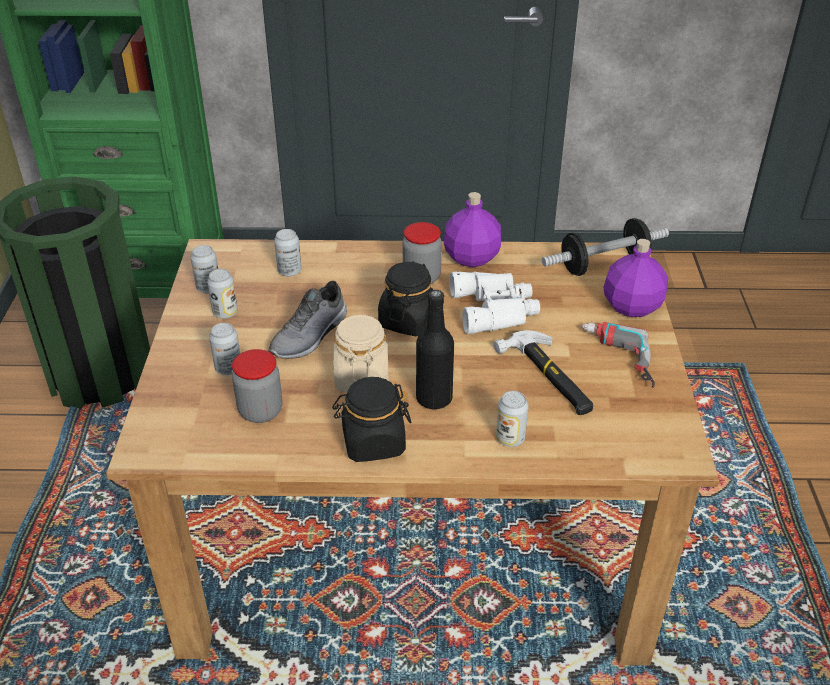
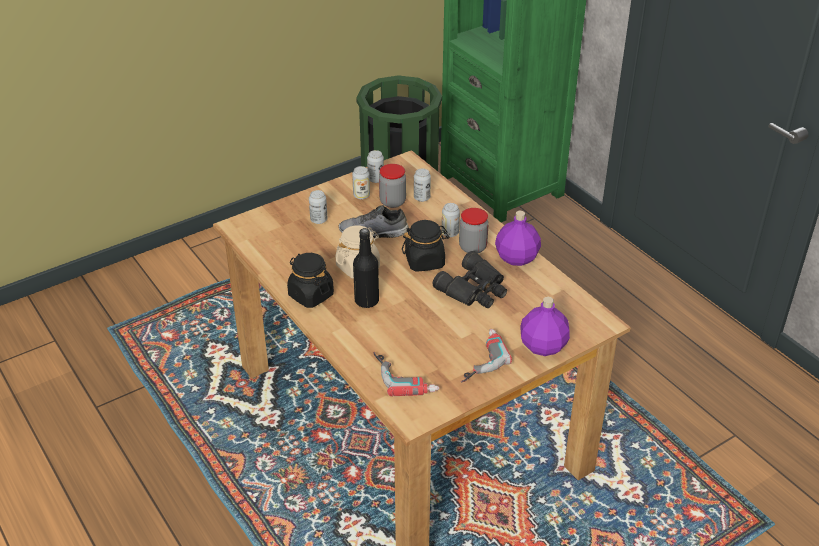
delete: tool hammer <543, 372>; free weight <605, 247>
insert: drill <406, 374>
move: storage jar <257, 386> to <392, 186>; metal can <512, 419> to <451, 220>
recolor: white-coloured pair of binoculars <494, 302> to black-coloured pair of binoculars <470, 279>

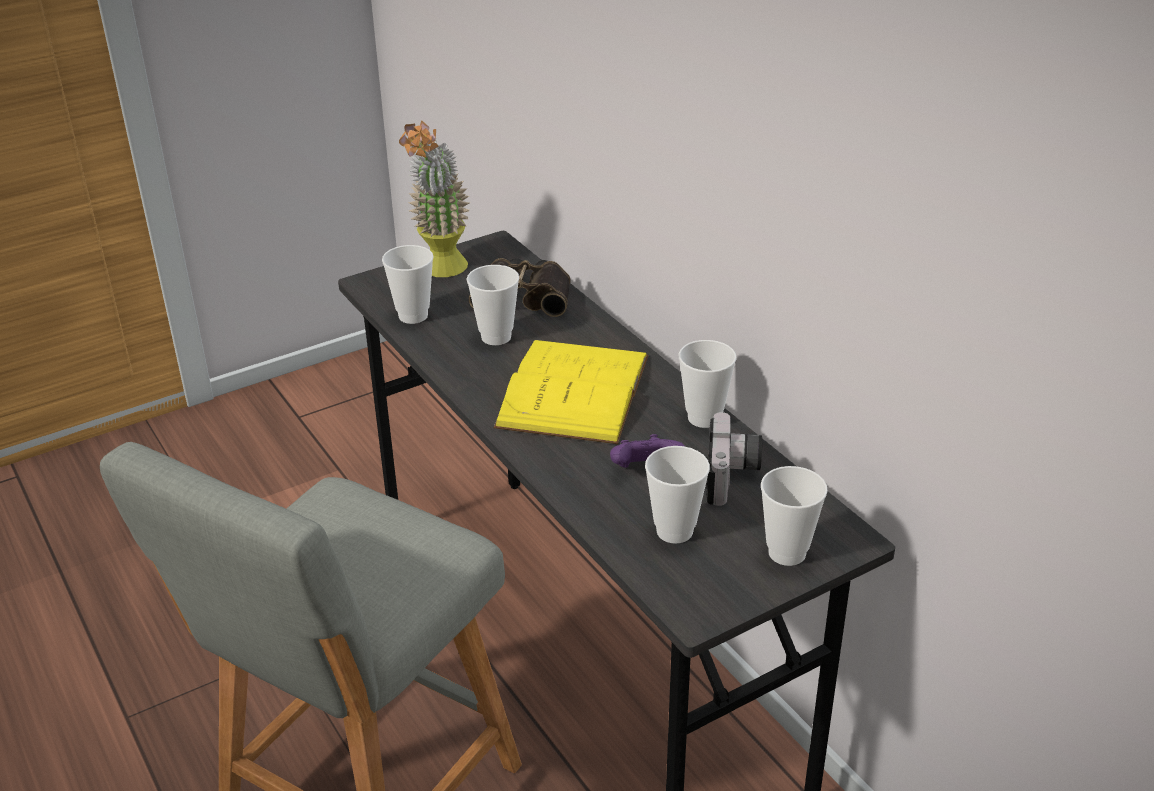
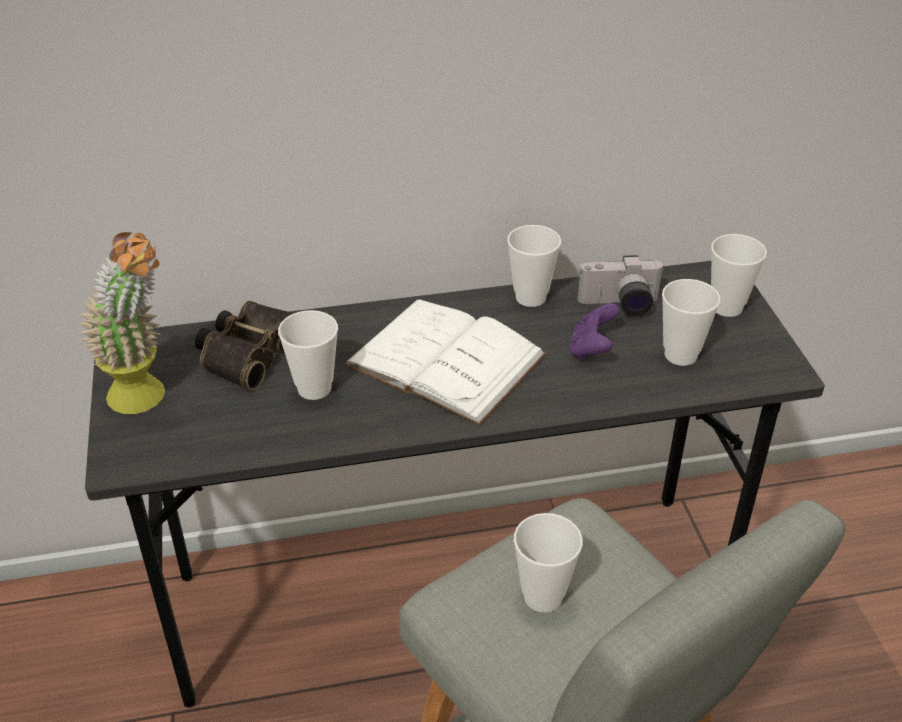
move: small cup <407, 284> to <548, 562>
recolor: yellow-coloured book <571, 392> to white-coloured book <445, 362>
rotate: photo camera <734, 459> = <621, 285> 150 degrees clockwise

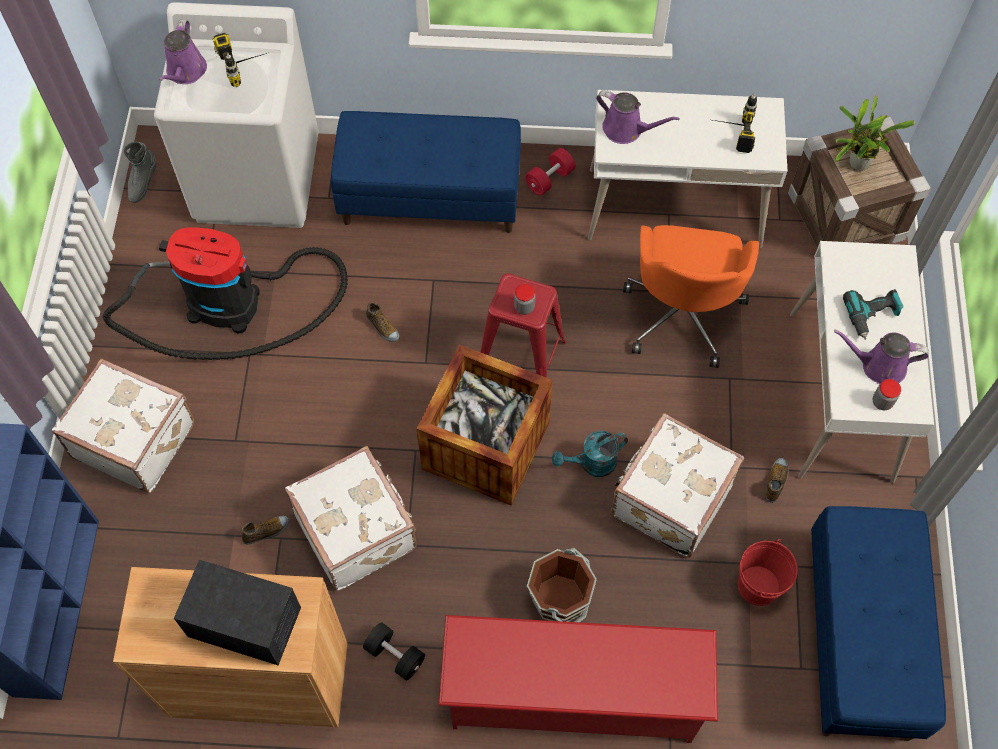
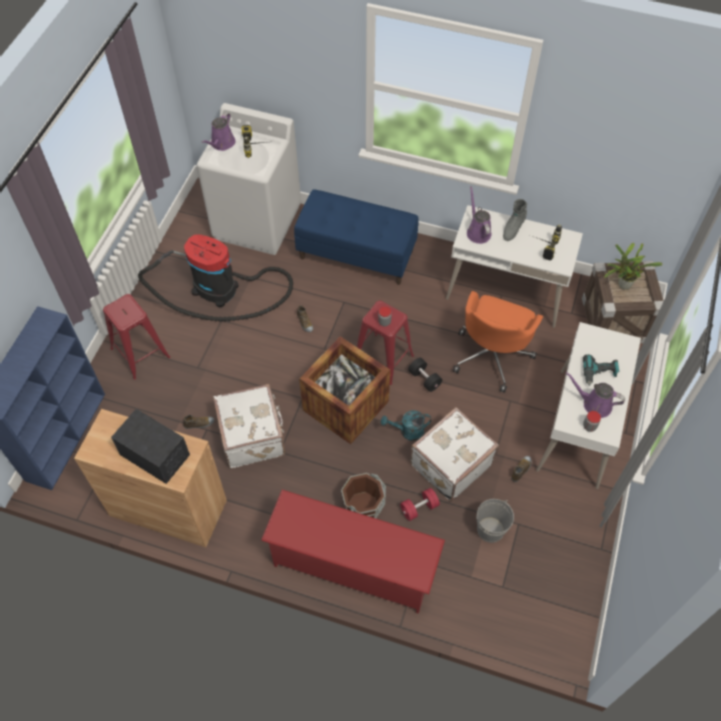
delete: blue indoor bench <878, 623>
move: greyish tall boot <140, 172> to <515, 220>; black-coloured free weight <394, 651> to <425, 375>; red free weight <550, 172> to <420, 504>
replace: white-coloured piece of luggage <123, 425> to red stool <136, 336>
recolor: red pail <768, 572> to greyish pail <495, 521>
rotate: purplish watering can <638, 117> = <479, 215> 150 degrees counterclockwise

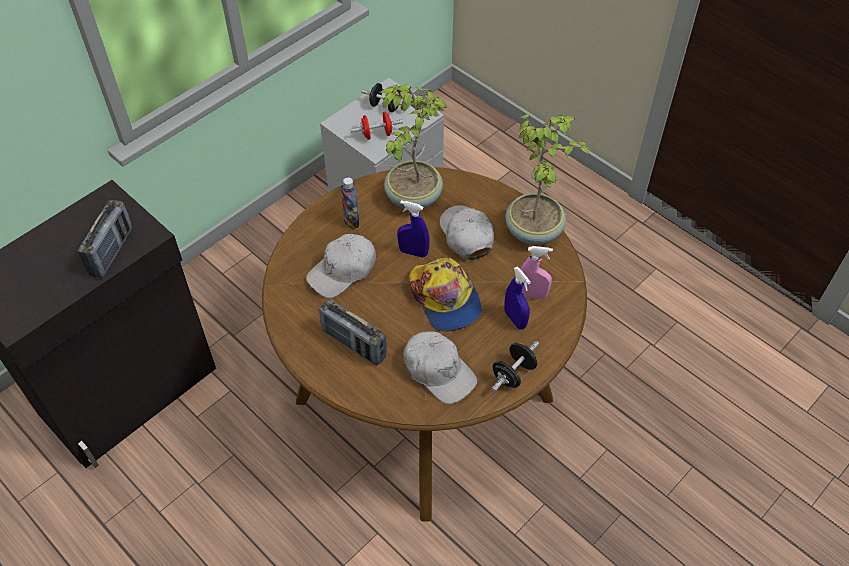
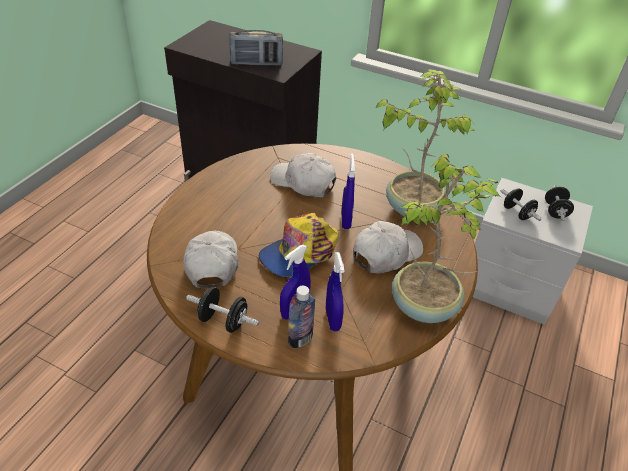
delete: radio <353, 332>
move: beverage bottle <350, 203> to <301, 317>
recolor: red free weight <376, 126> to black-coloured free weight <521, 204>; pink sprayer <536, 272> to blue sprayer <335, 291>
rotate: white-coloured baseball cap <440, 367> = <211, 259> 150 degrees clockwise

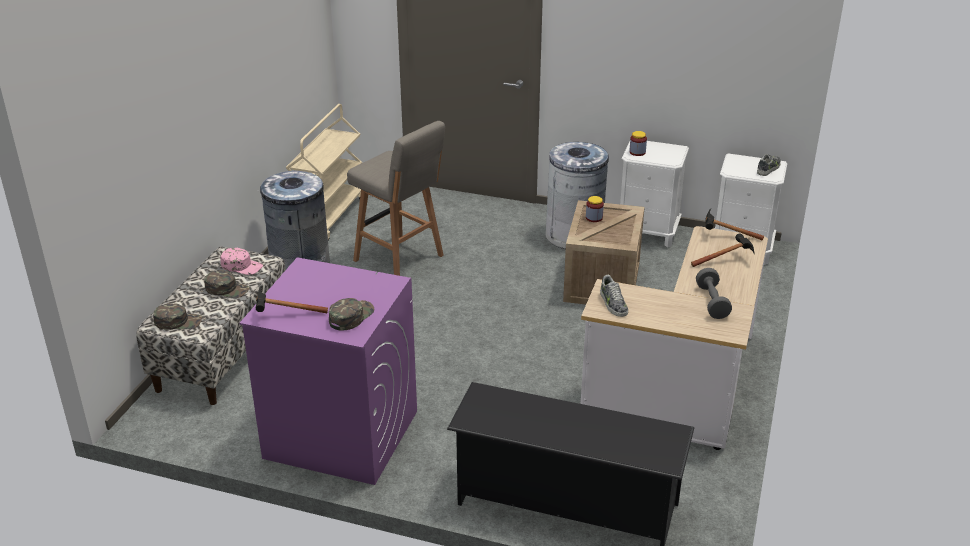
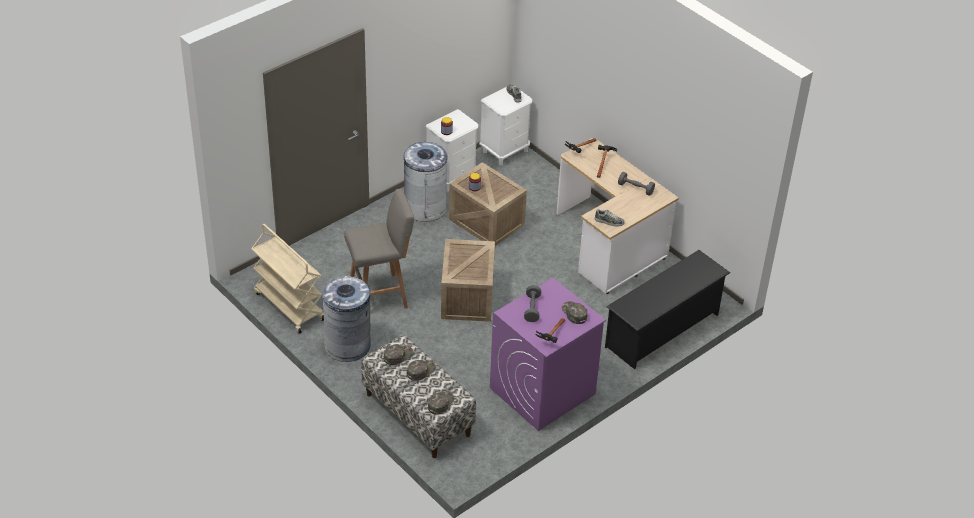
insert: crate <468, 280>; greyish free weight <532, 303>
recolor: pink baseball cap <241, 261> to green-coloured baseball cap <398, 355>

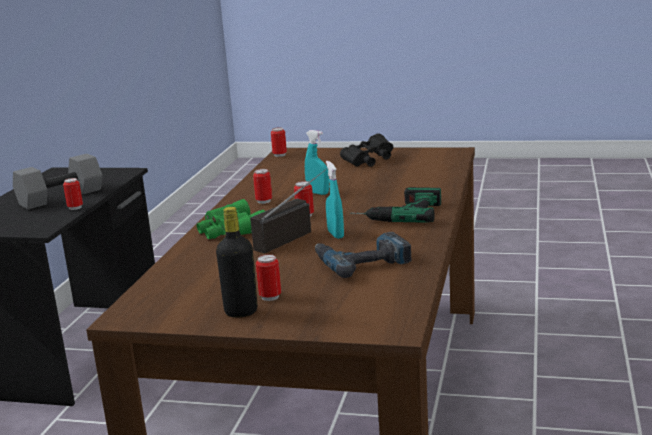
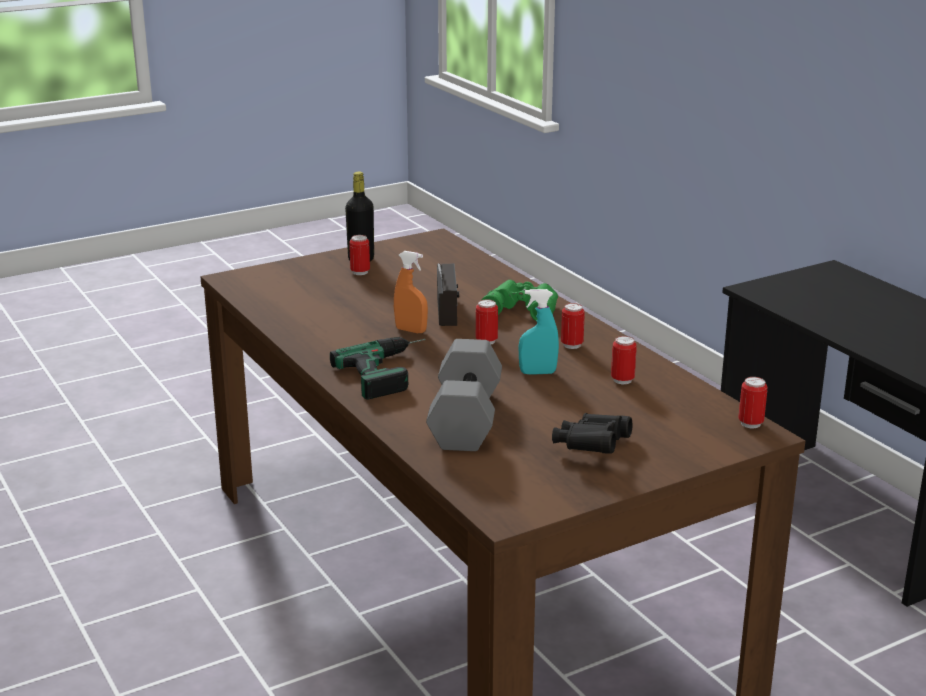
delete: drill <363, 255>
move: greyish free weight <57, 182> to <464, 395>; metal can <73, 194> to <624, 360>
recolor: turquoise-coloured sprayer <335, 200> to orange-coloured sprayer <411, 292>

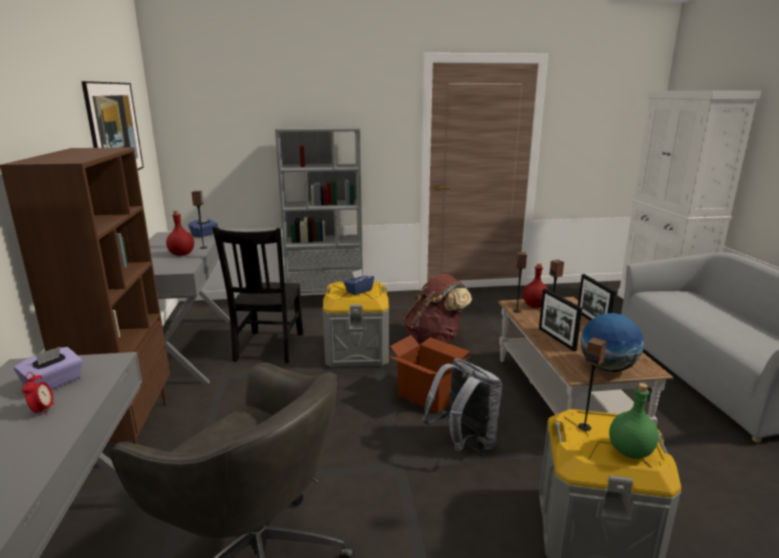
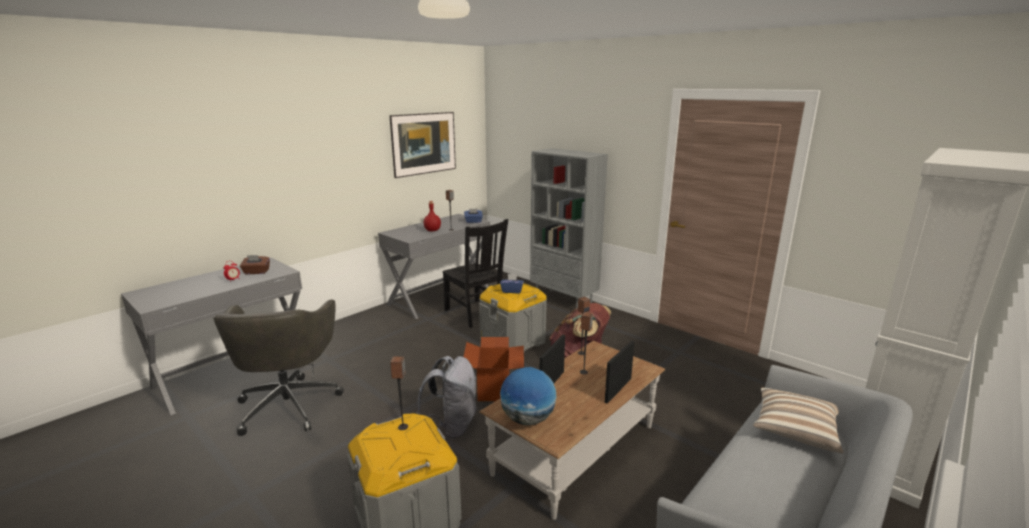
delete: brown-coloured bookshelf <85, 295>; red beverage bottle <535, 285>; green-coloured beverage bottle <634, 421>
insert: throw pillow <798, 420>
recolor: purplish box of tissues <48, 368> to brown-coloured box of tissues <255, 264>
rotate: black-coloured plain chair <258, 295> = <475, 273> 90 degrees counterclockwise

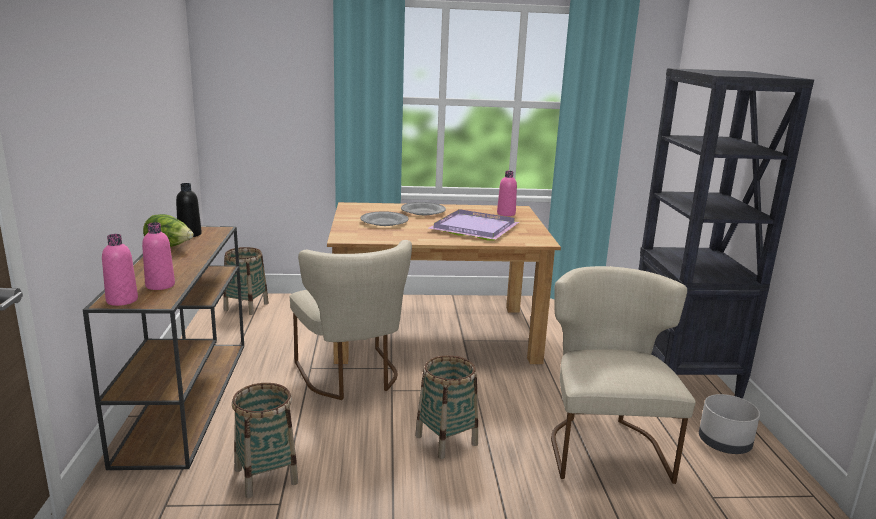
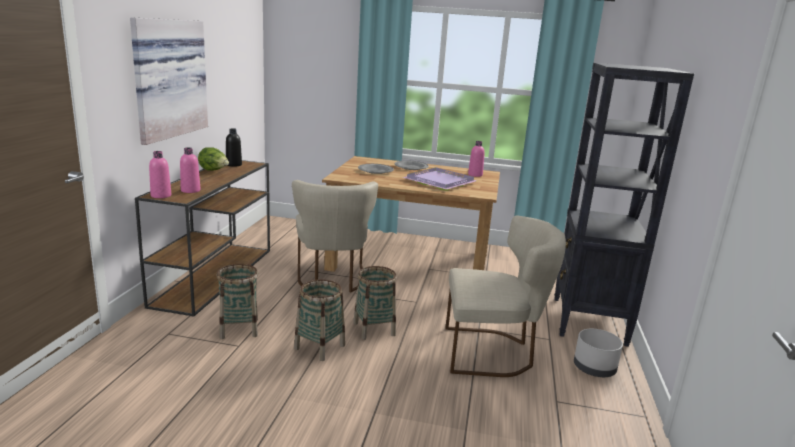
insert: wall art <169, 81>
move: basket <246, 281> to <319, 320>
rotate: sand-coloured plain chair <623, 375> = <506, 296> 75 degrees clockwise

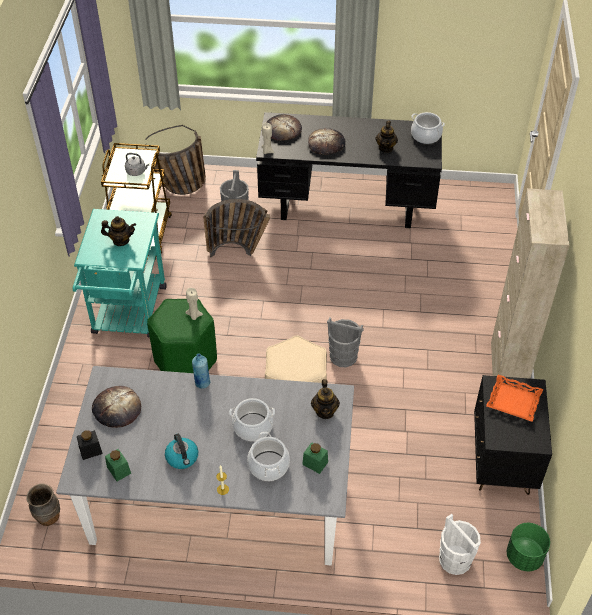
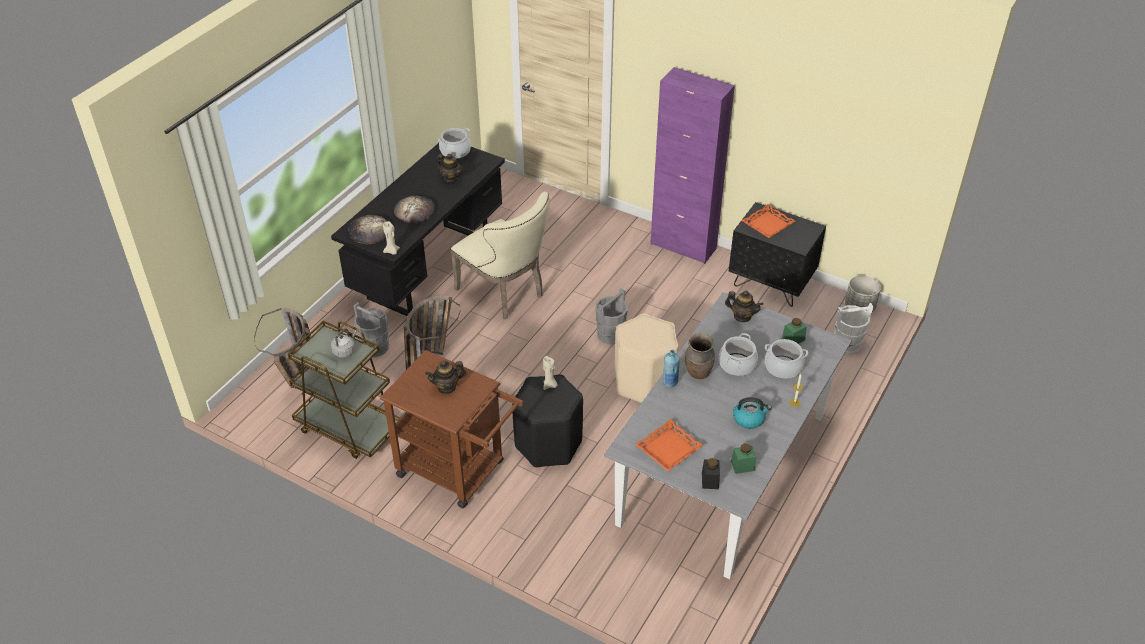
insert: sand-coloured plain chair <500, 255>
move: brown-coloured decorative vase <43, 504> to <700, 355>
replace: bread <116, 407> to orange-coloured serving tray <669, 445>
recolor: turquoise-coloured cart <120, 273> to brown-coloured cart <452, 429>; green-coloured stool <182, 336> to black-coloured stool <547, 420>; sand-coloured cabinet <530, 283> to purplish cabinet <692, 165>; green-coloured flower pot <528, 547> to greyish flower pot <863, 293>
rotate: tea pot <118, 231> = <445, 377> 135 degrees counterclockwise

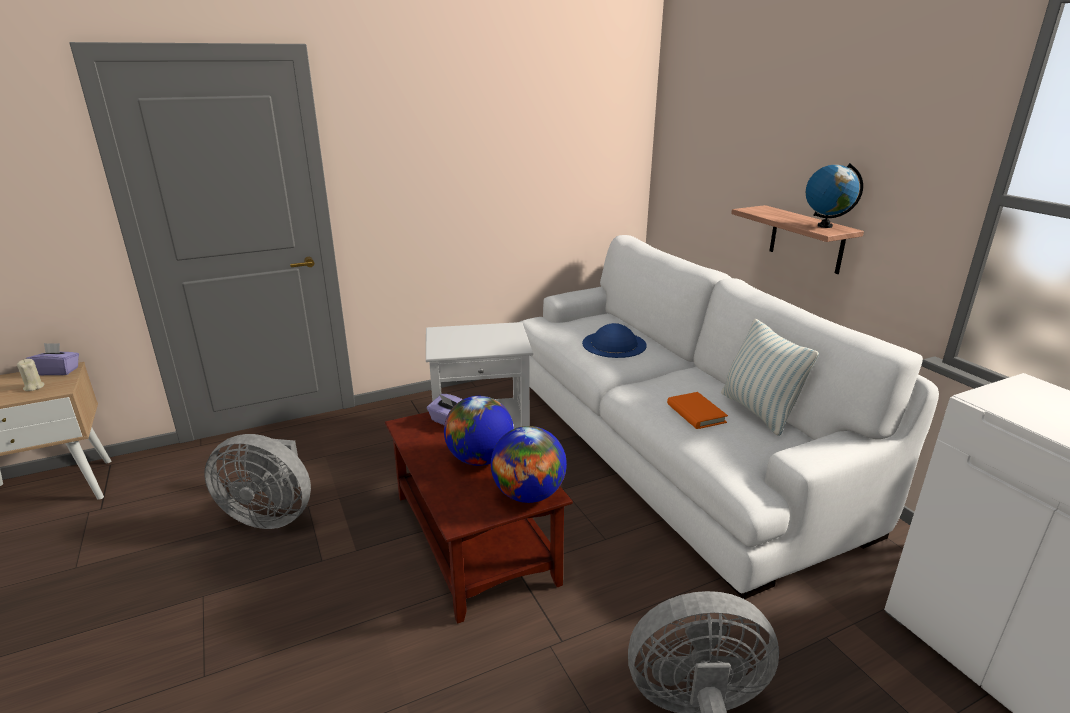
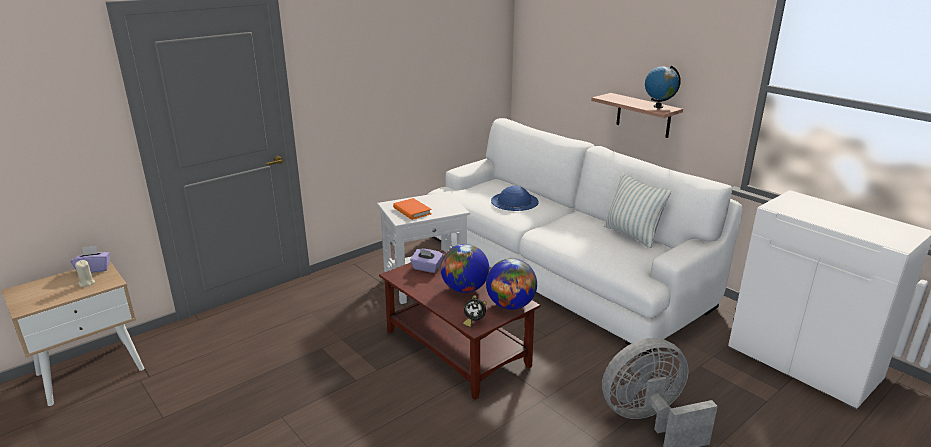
delete: greyish cooling fan <257, 481>
insert: bedside clock <475, 311>
move: orange-coloured book <697, 410> to <412, 209>

